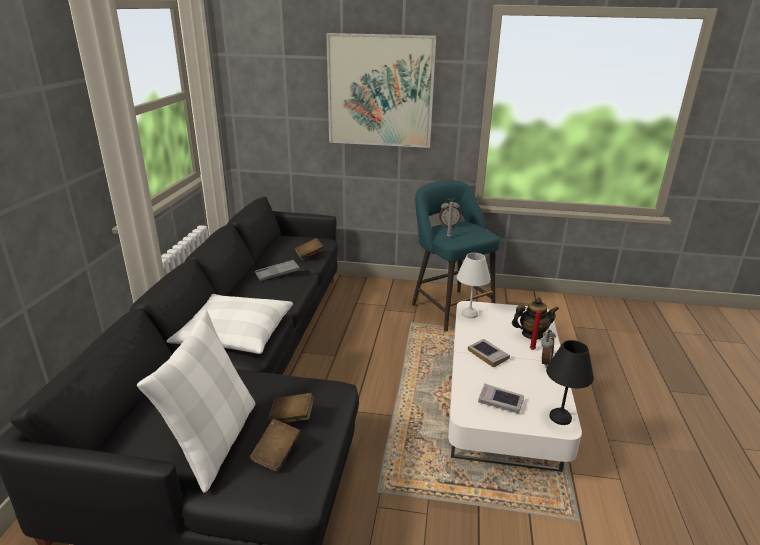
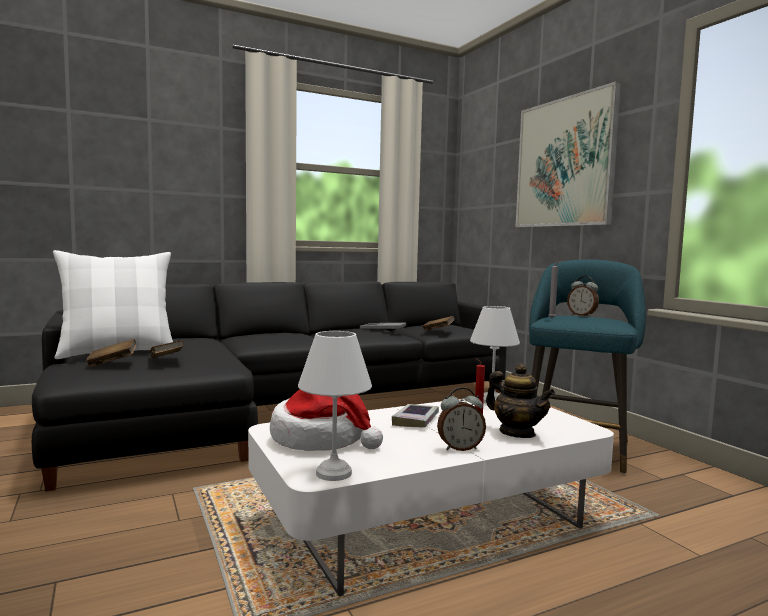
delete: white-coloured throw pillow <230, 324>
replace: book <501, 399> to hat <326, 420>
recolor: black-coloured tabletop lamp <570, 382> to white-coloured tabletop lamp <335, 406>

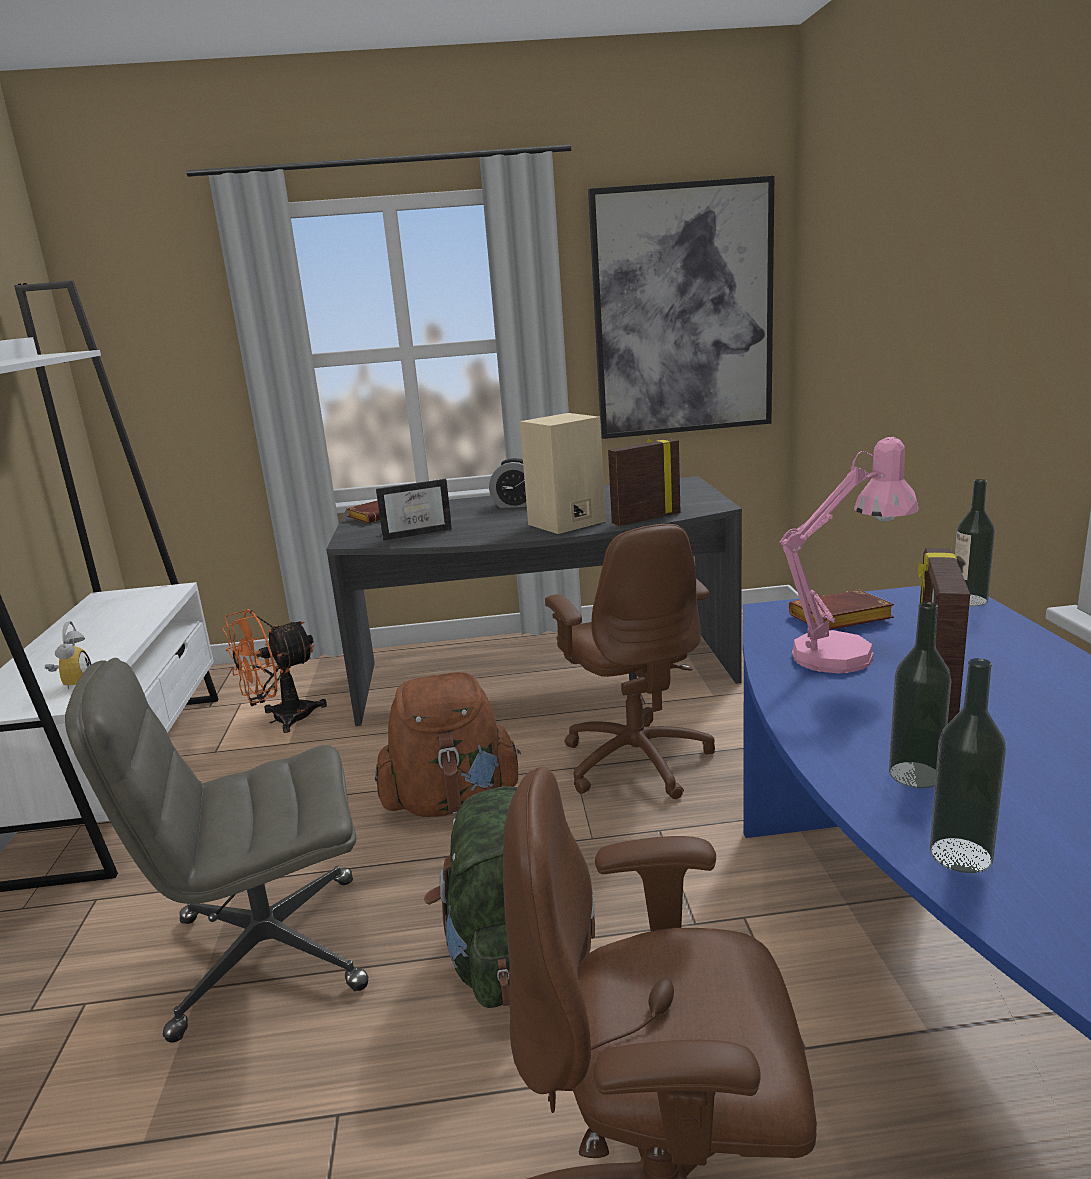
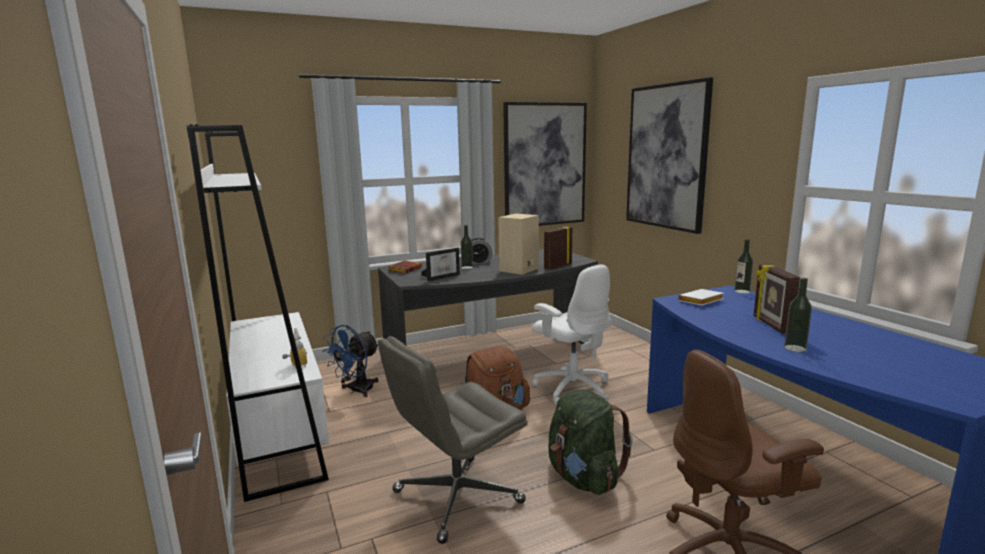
delete: pink tabletop lamp <849, 555>
insert: wall art <669, 155>
move: beverage bottle <968, 765> to <467, 247>
recolor: orange-coloured cooling fan <274, 671> to blue cooling fan <350, 361>; brown-coloured computer chair <630, 661> to white-coloured computer chair <572, 334>; brown-coloured book <841, 610> to white-coloured book <701, 297>

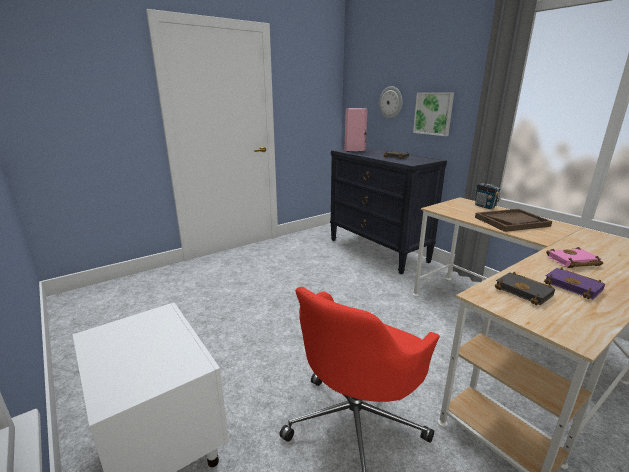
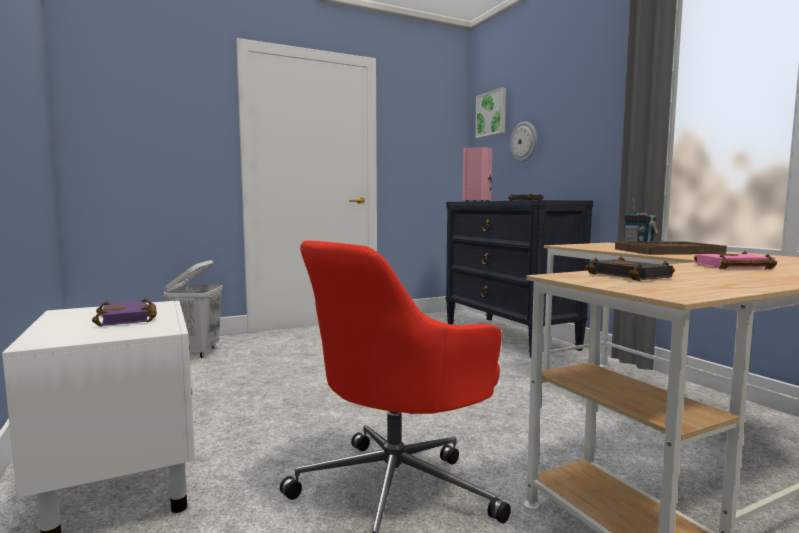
insert: white-coloured hamper <193, 309>
move: wall art <433, 114> to <490, 113>; purplish book <574, 283> to <124, 313>

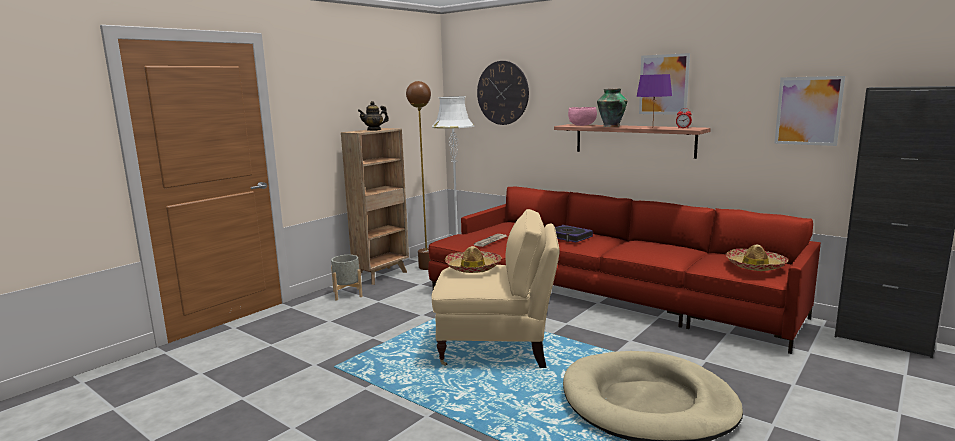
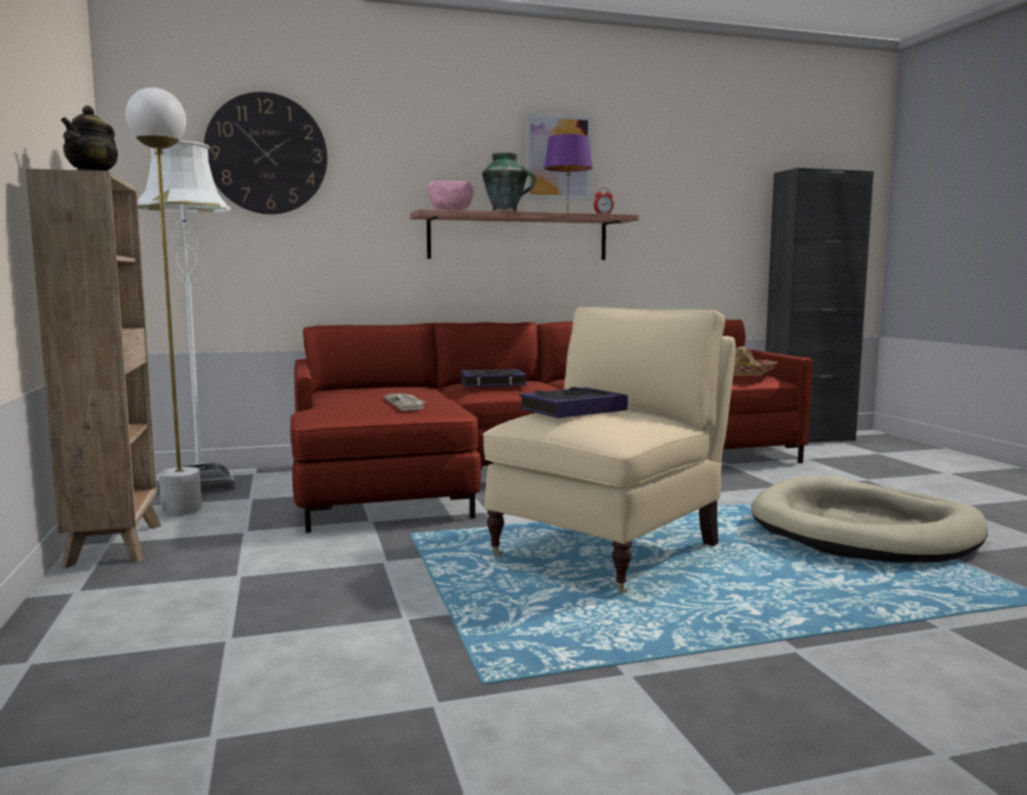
delete: greyish flower pot <347, 278>; wall art <809, 111>
replace: hat <473, 259> to book <573, 402>
recolor: brown-coloured floor lamp <418, 175> to white-coloured floor lamp <164, 301>

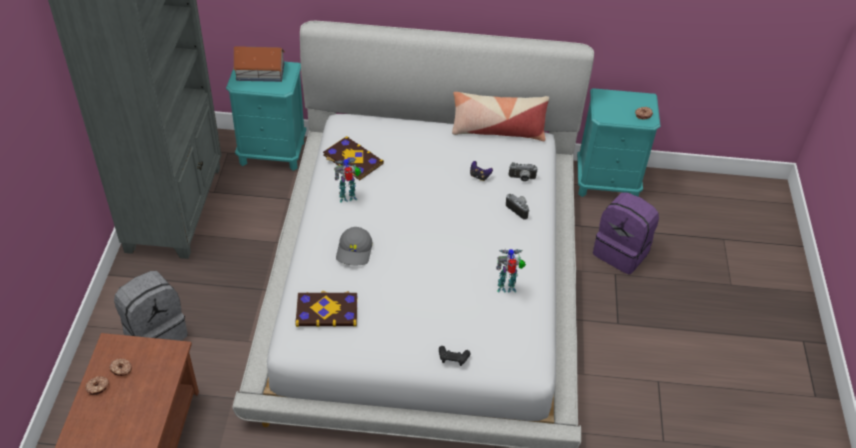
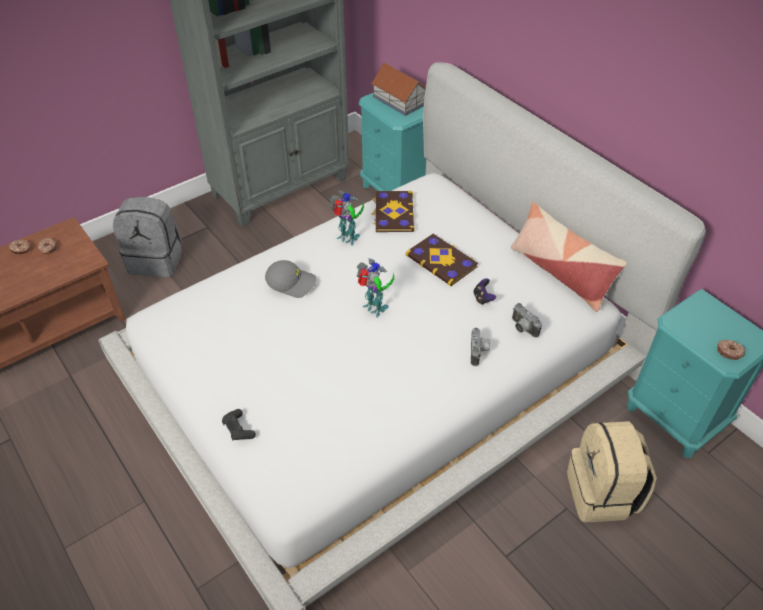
move: book <326, 308> to <442, 260>; toy robot <511, 270> to <375, 287>
recolor: purplish knapsack <626, 233> to sand-coloured knapsack <611, 471>
rotate: greyish baseball cap <354, 246> = <290, 279> 135 degrees counterclockwise

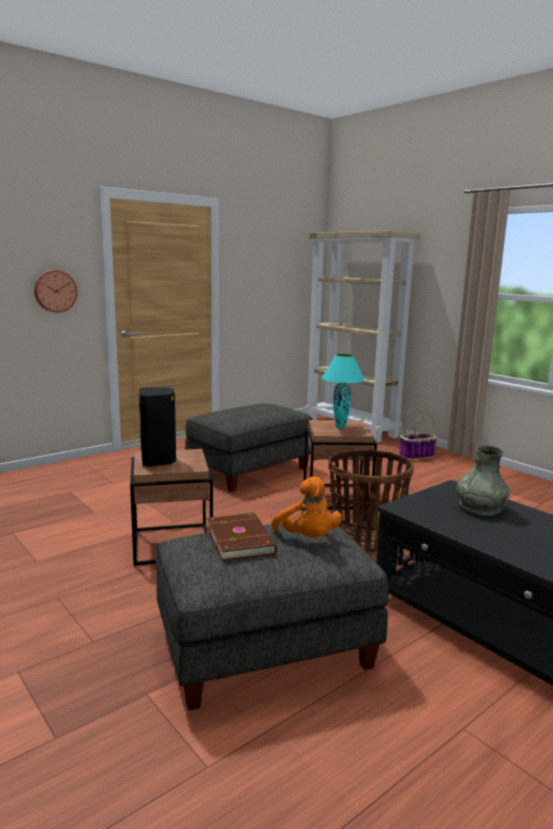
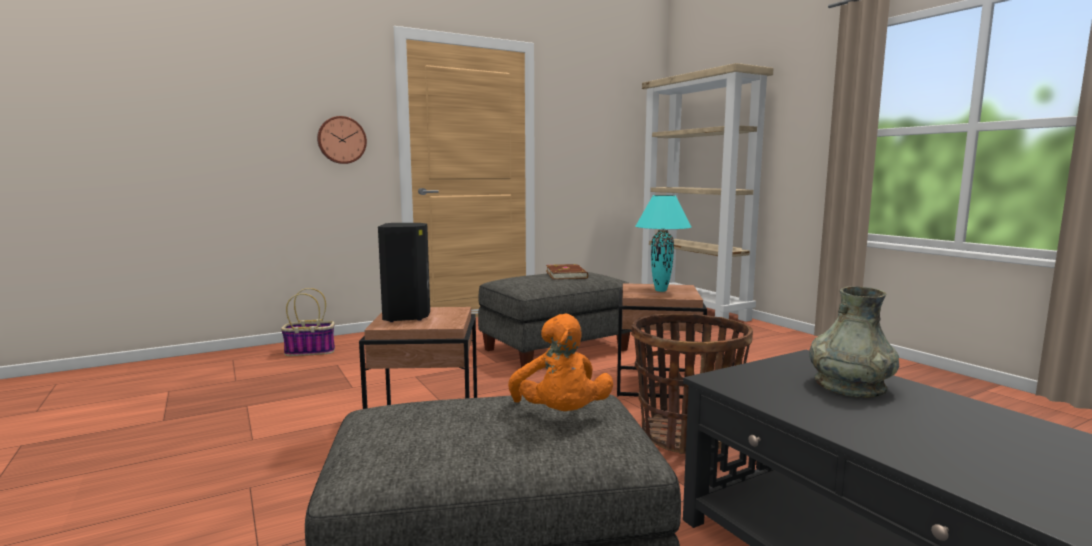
move: brown-coloured book <242, 537> to <567, 271>; basket <418, 434> to <308, 322>

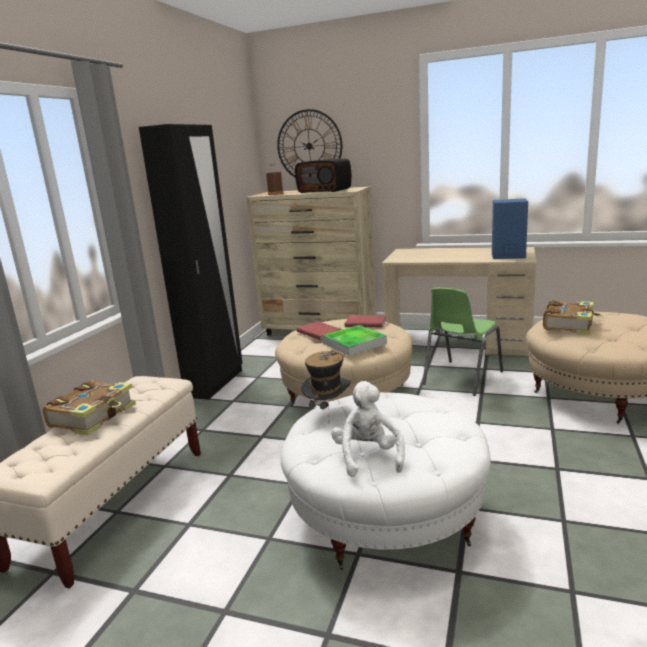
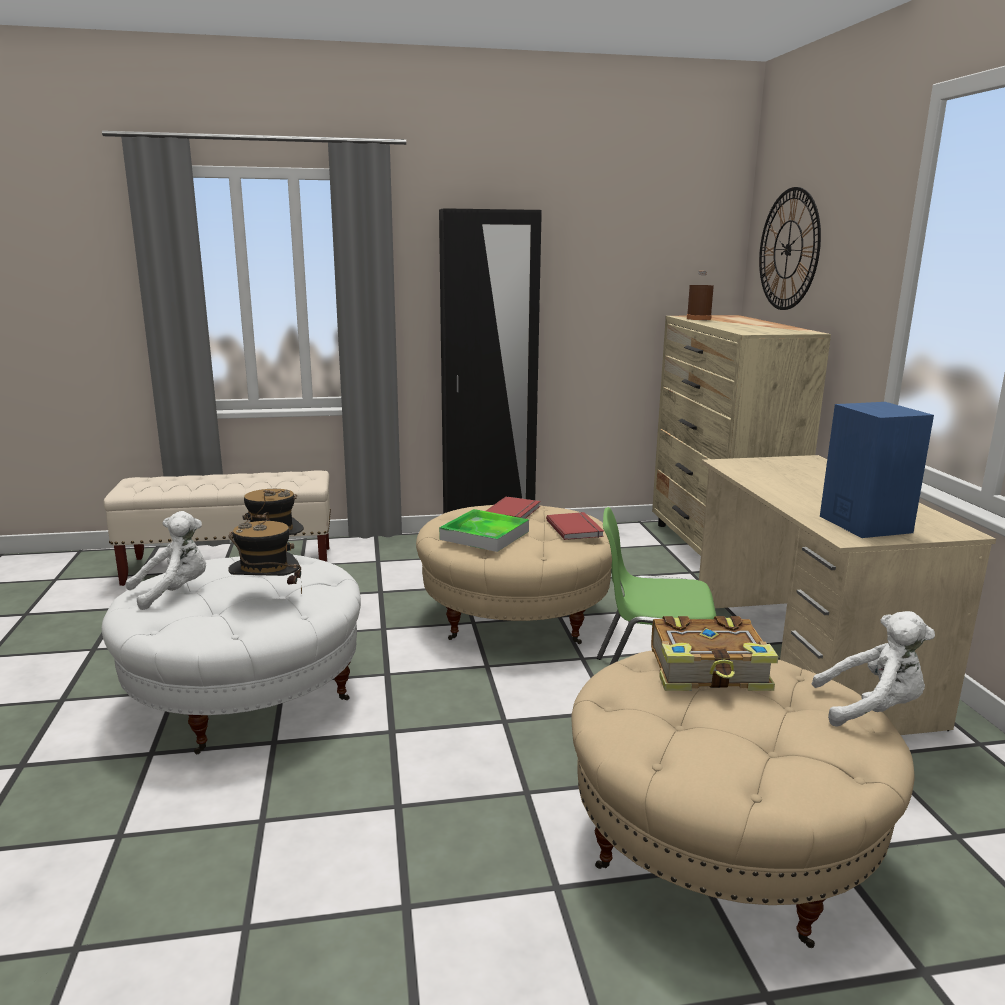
delete: book <89, 407>; radio <323, 176>
insert: hat <265, 553>; white-coloured cuddly toy <873, 669>

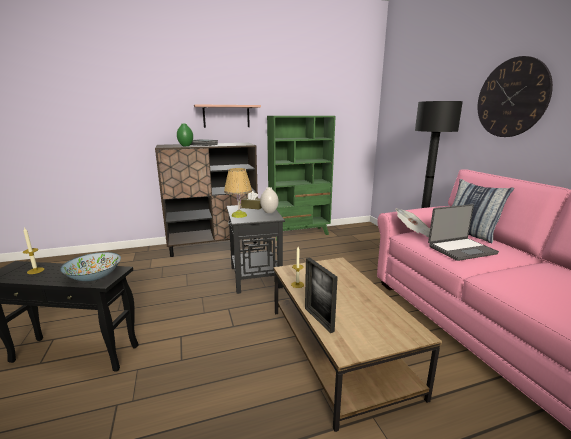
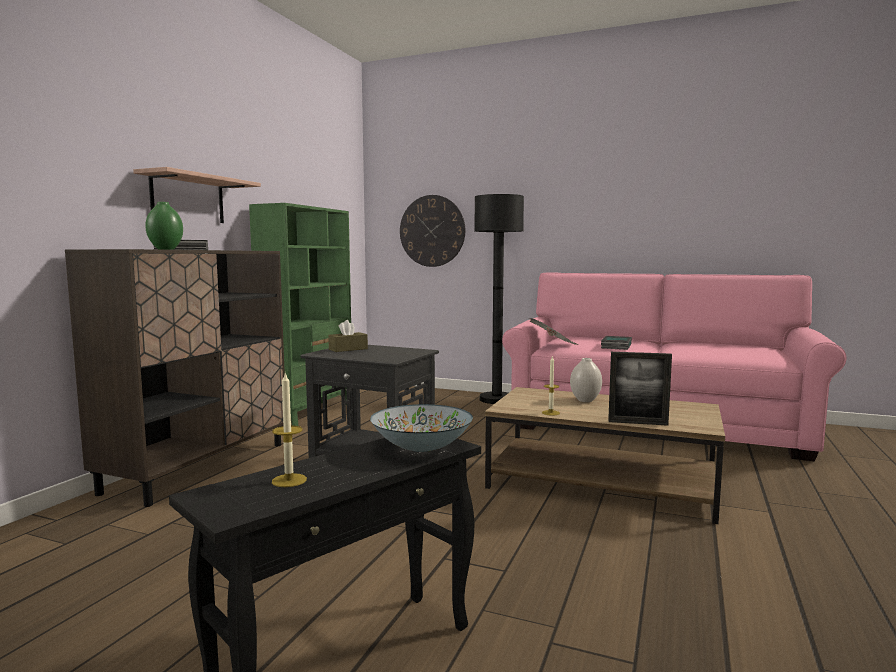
delete: tabletop lamp <238, 193>; throw pillow <483, 211>
move: white-coloured decorative vase <269, 200> to <586, 380>; clock on the wall <515, 96> to <432, 231>
replace: laptop <463, 232> to book <616, 343>

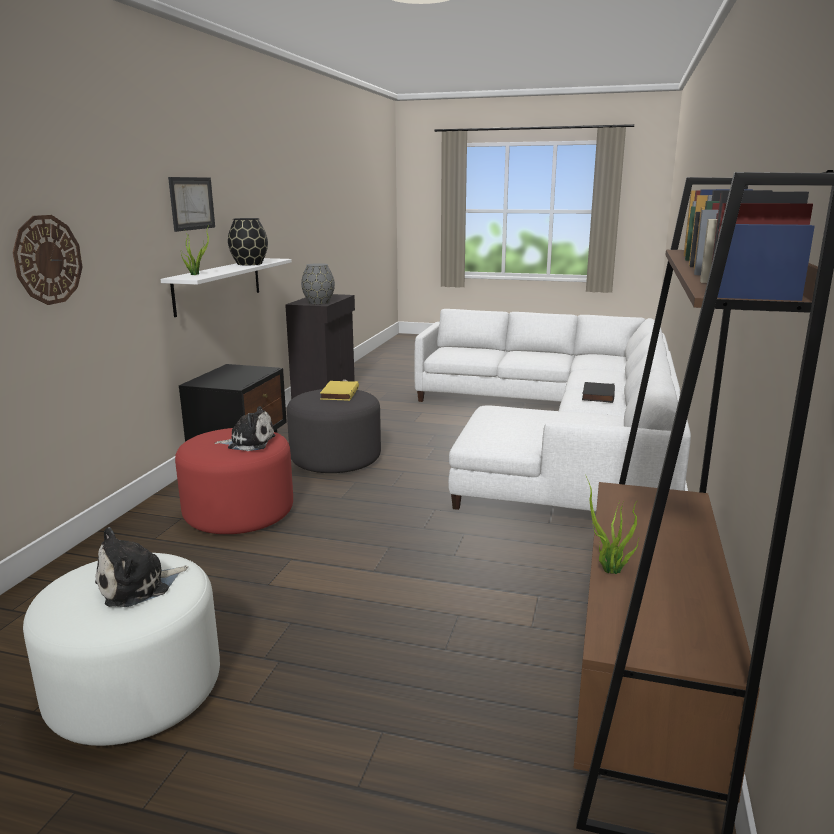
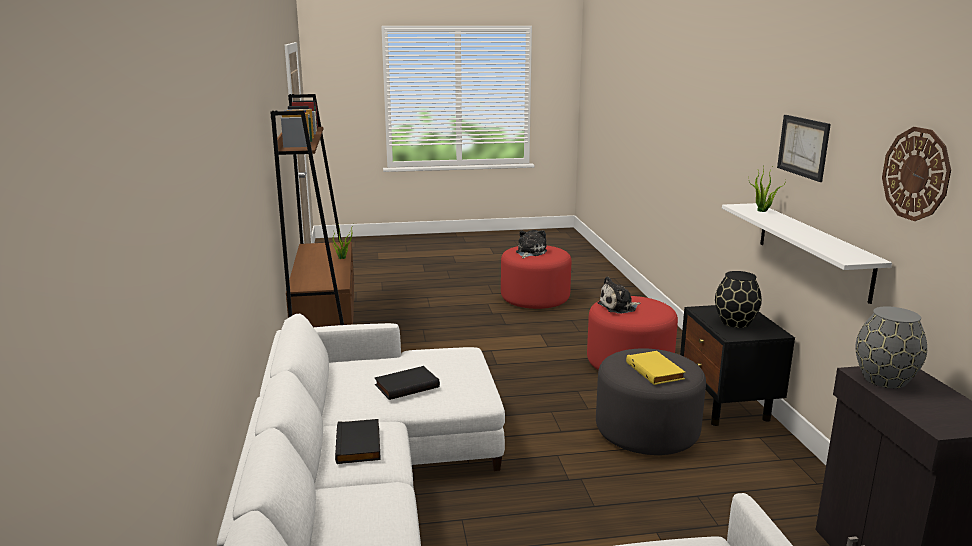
insert: black-coloured book <407, 383>
move: clock on the wall <48, 260> to <916, 174>; black-coloured decorative vase <248, 241> to <738, 299>
recolor: white-coloured ottoman <121, 649> to red ottoman <536, 277>

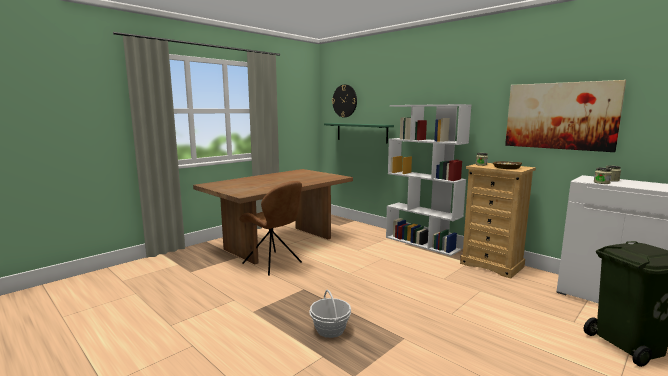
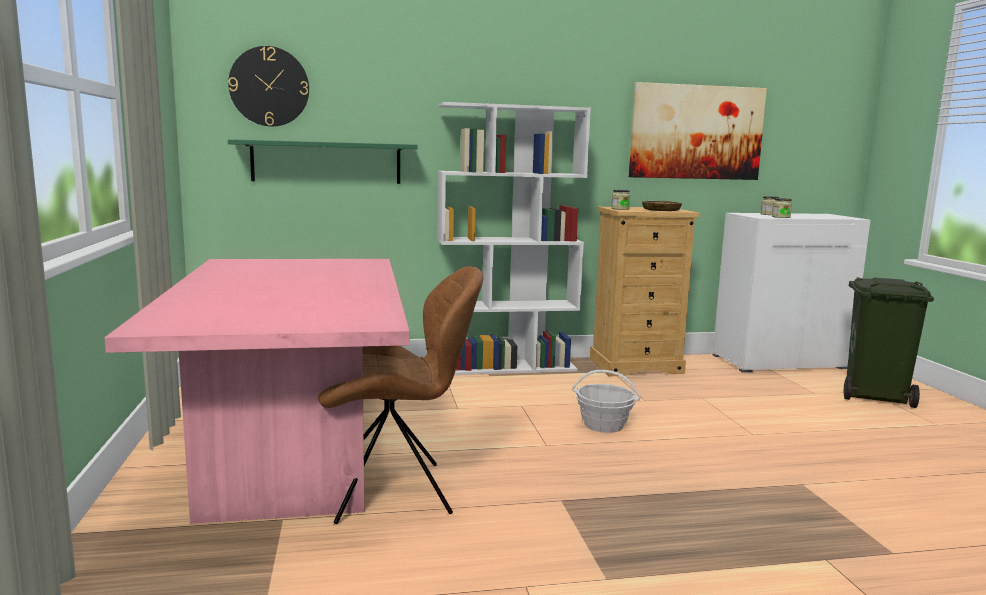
move: basket <330, 313> to <606, 401>
recolor: brown-coloured kitchen table <273, 216> to pink kitchen table <257, 391>

